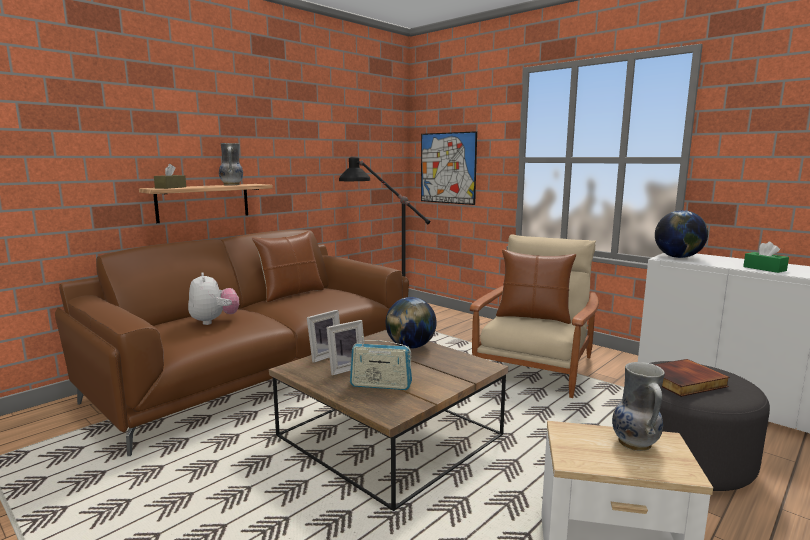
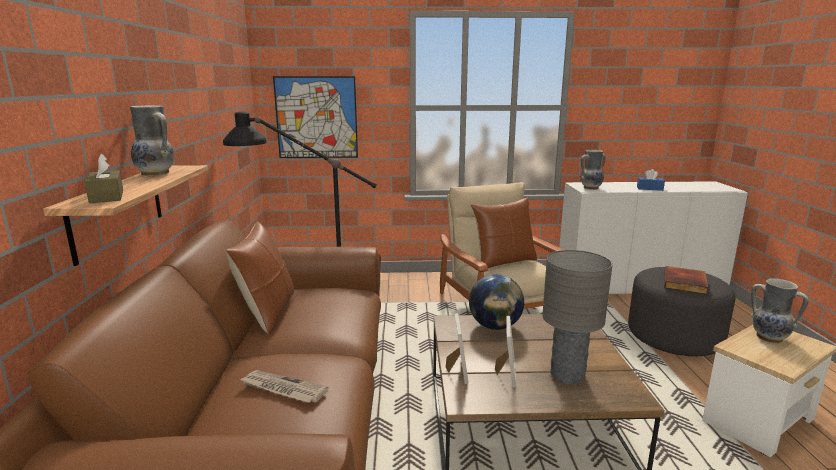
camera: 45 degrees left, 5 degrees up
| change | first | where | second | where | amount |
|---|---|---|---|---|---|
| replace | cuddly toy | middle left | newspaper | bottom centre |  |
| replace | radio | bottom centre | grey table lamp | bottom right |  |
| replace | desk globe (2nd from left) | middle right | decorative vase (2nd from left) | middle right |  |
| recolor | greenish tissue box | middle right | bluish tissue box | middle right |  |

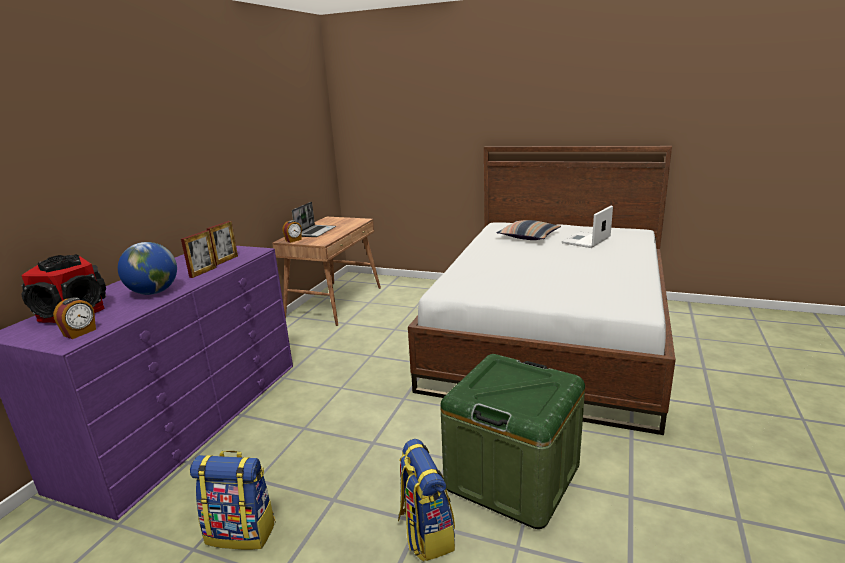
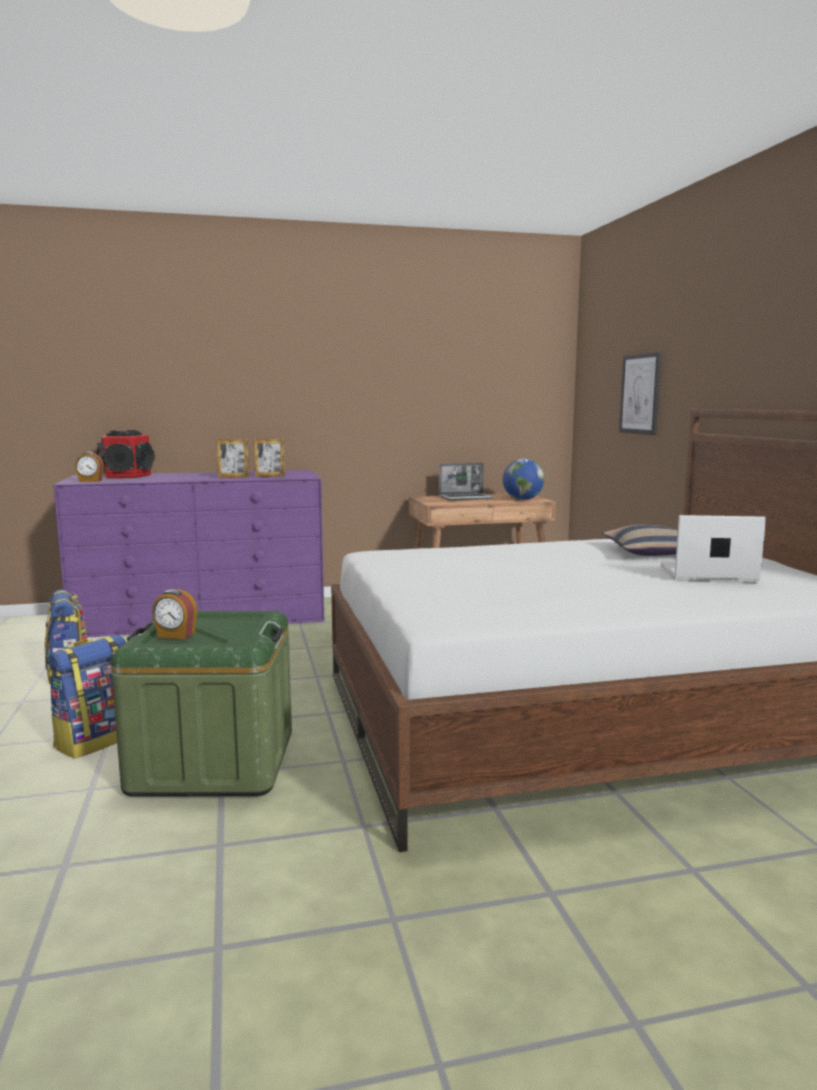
camera: 55 degrees right, 10 degrees down
| change | first | where | second | where | amount |
|---|---|---|---|---|---|
| insert |  |  | wall art | middle right |  |
| move | desk globe | middle left |  | centre |  |
| move | table clock (2nd from left) | centre |  | middle left |  |

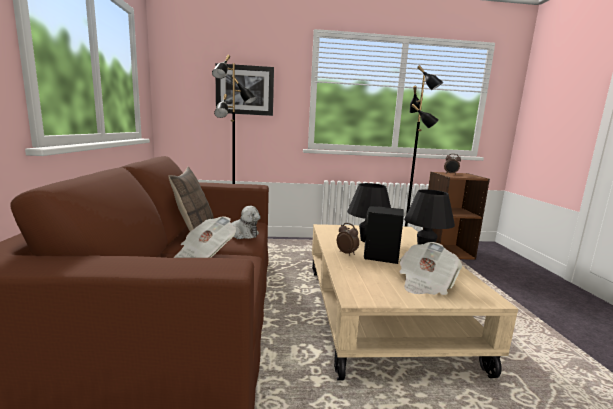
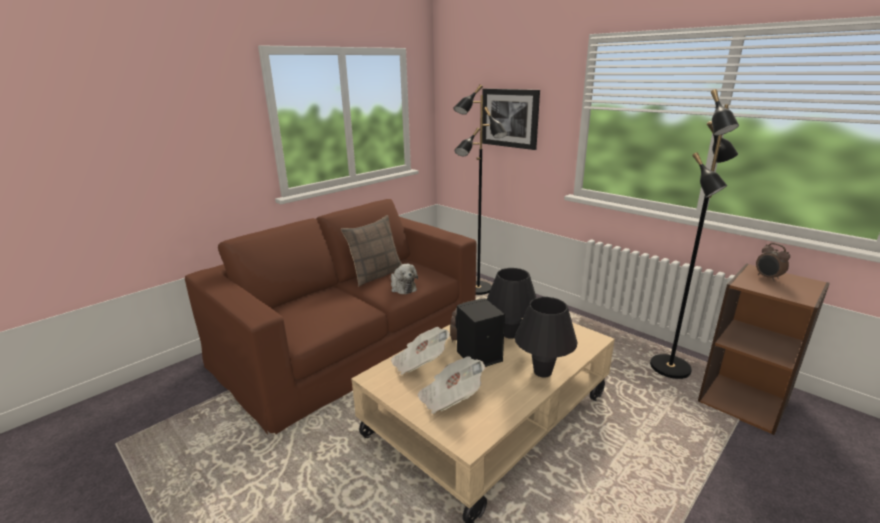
camera: 50 degrees right, 10 degrees up
| change | first | where | second | where | amount |
|---|---|---|---|---|---|
| move | newspaper (1st from left) | centre |  | bottom centre |  |

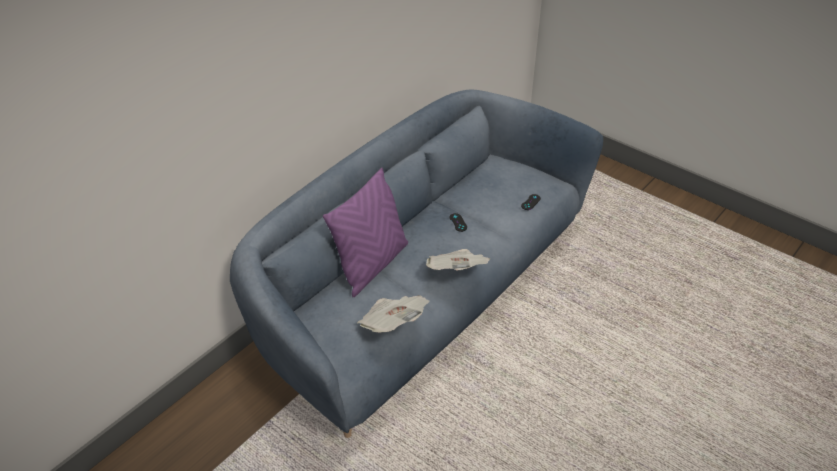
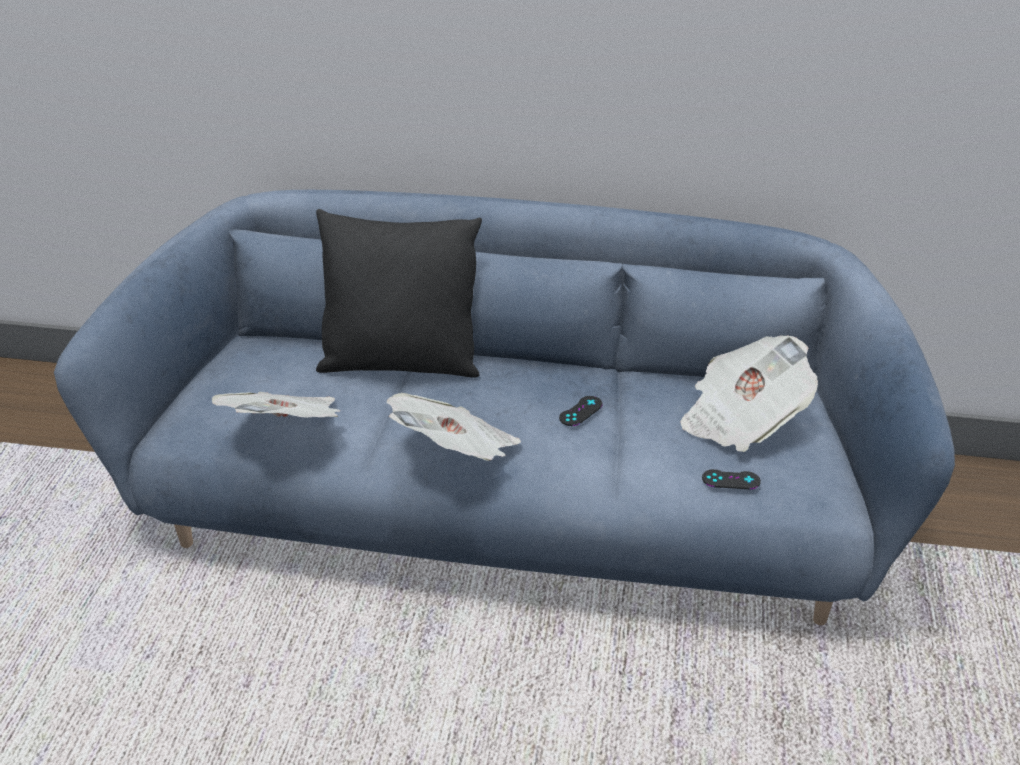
camera: 60 degrees right, 5 degrees down
| change | first | where | second | where | amount |
|---|---|---|---|---|---|
| insert |  |  | newspaper (3rd from left) | middle right |  |
| recolor | purple pillow | centre | black-coloured pillow | centre |  |

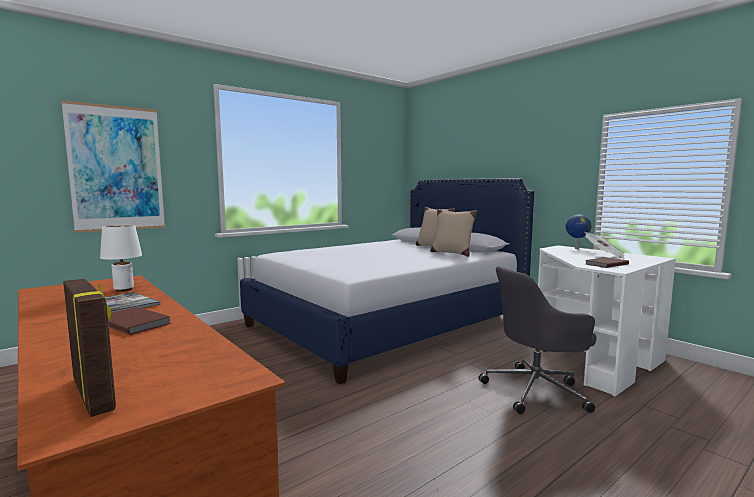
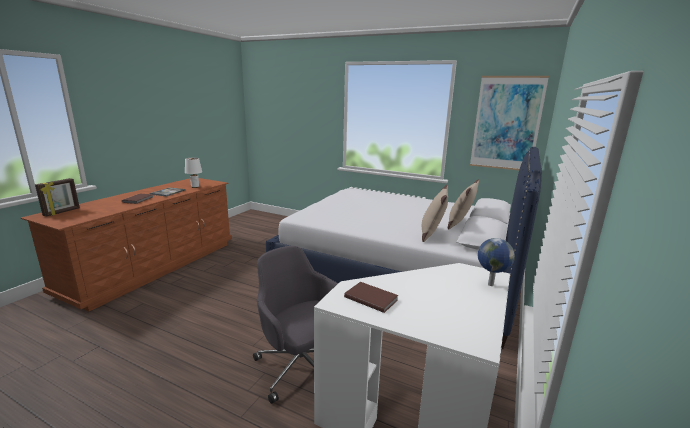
camera: 65 degrees right, 10 degrees up
| change | first | where | second | where | amount |
|---|---|---|---|---|---|
| delete | newspaper | middle right |  |  |  |
| move | wall art | middle left |  | top right |  |

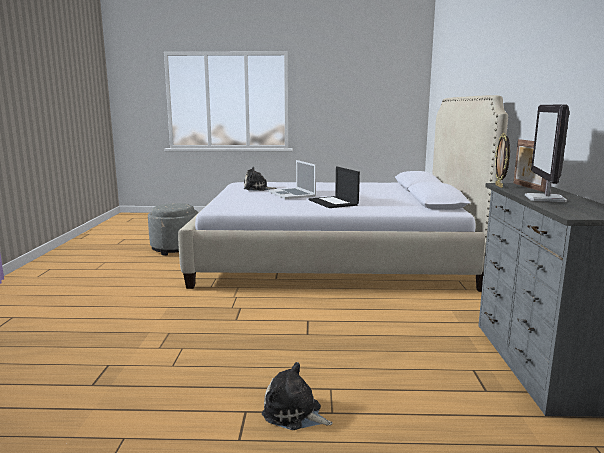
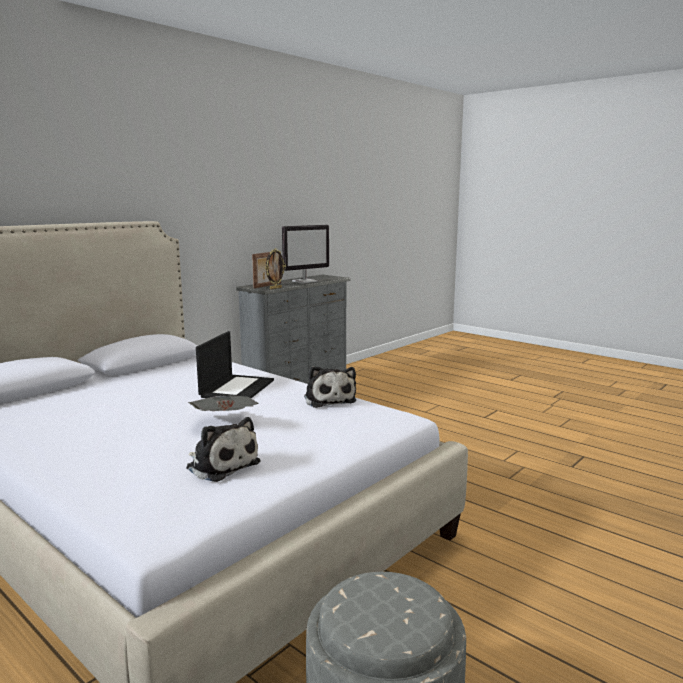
camera: 140 degrees left, 0 degrees up
| change | first | where | second | where | amount |
|---|---|---|---|---|---|
| move | cuddly toy (2nd from left) | bottom centre |  | centre |  |
| replace | notebook computer (1st from left) | centre | newspaper | middle left |  |

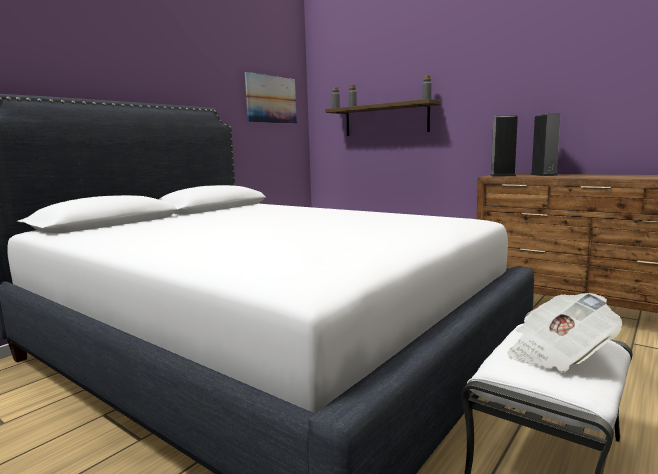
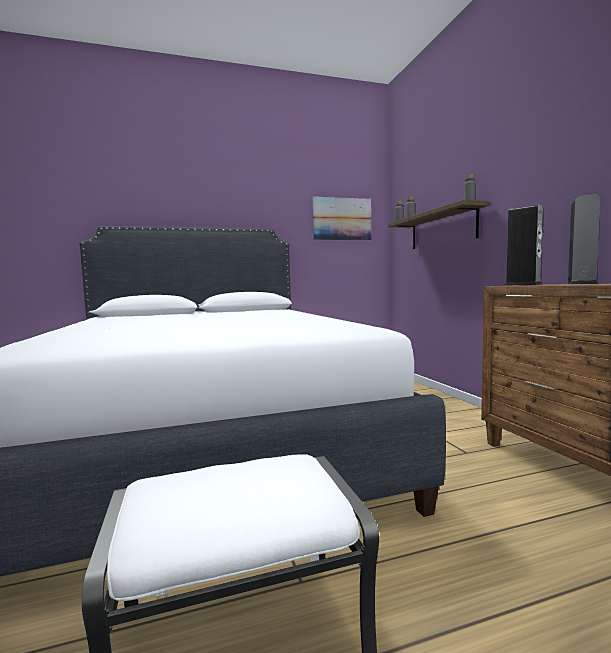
camera: 35 degrees right, 5 degrees down
| change | first | where | second | where | amount |
|---|---|---|---|---|---|
| delete | newspaper | bottom right |  |  |  |

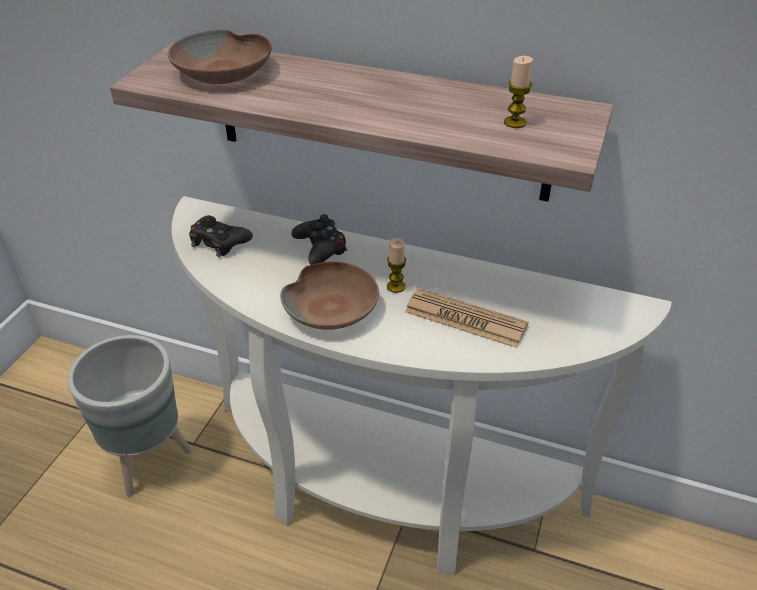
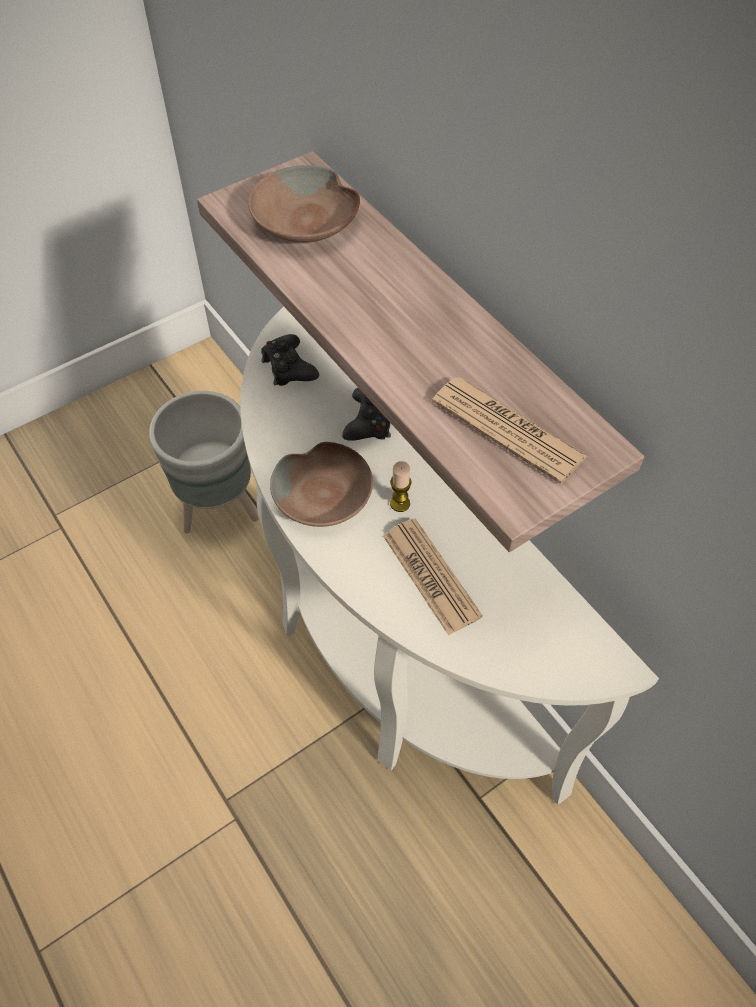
camera: 35 degrees right, 15 degrees up
| change | first | where | second | where | amount |
|---|---|---|---|---|---|
| replace | candle (2nd from left) | top right | newspaper (2nd from left) | middle right |  |

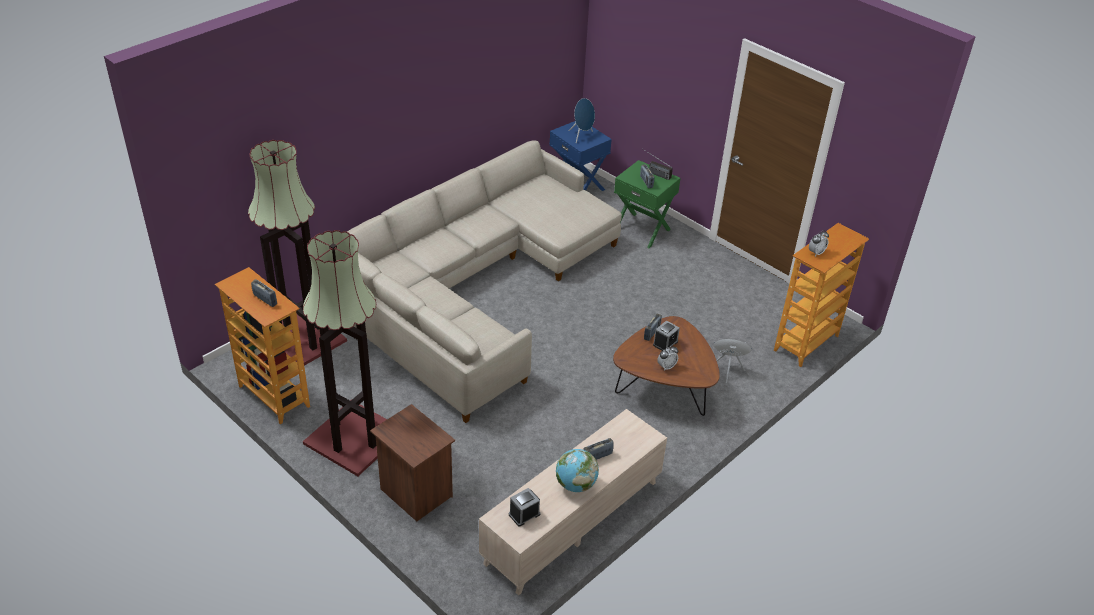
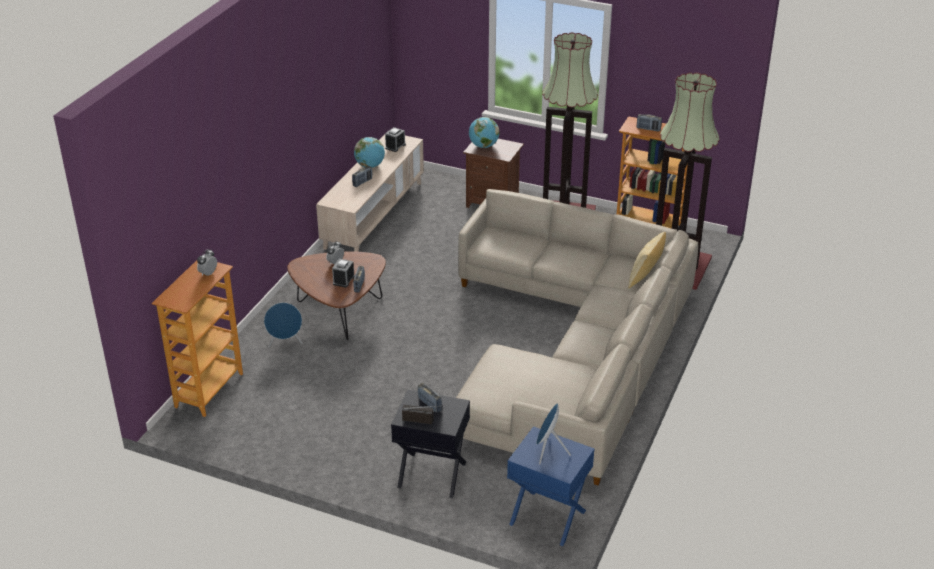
camera: 160 degrees right, 5 degrees down
| change | first | where | second | where | amount |
|---|---|---|---|---|---|
| insert |  |  | desk globe (2nd from left) | top centre |  |
| insert |  |  | pillow | middle right |  |
| recolor | greenish accent table | top centre | black-coloured accent table | bottom centre |  |

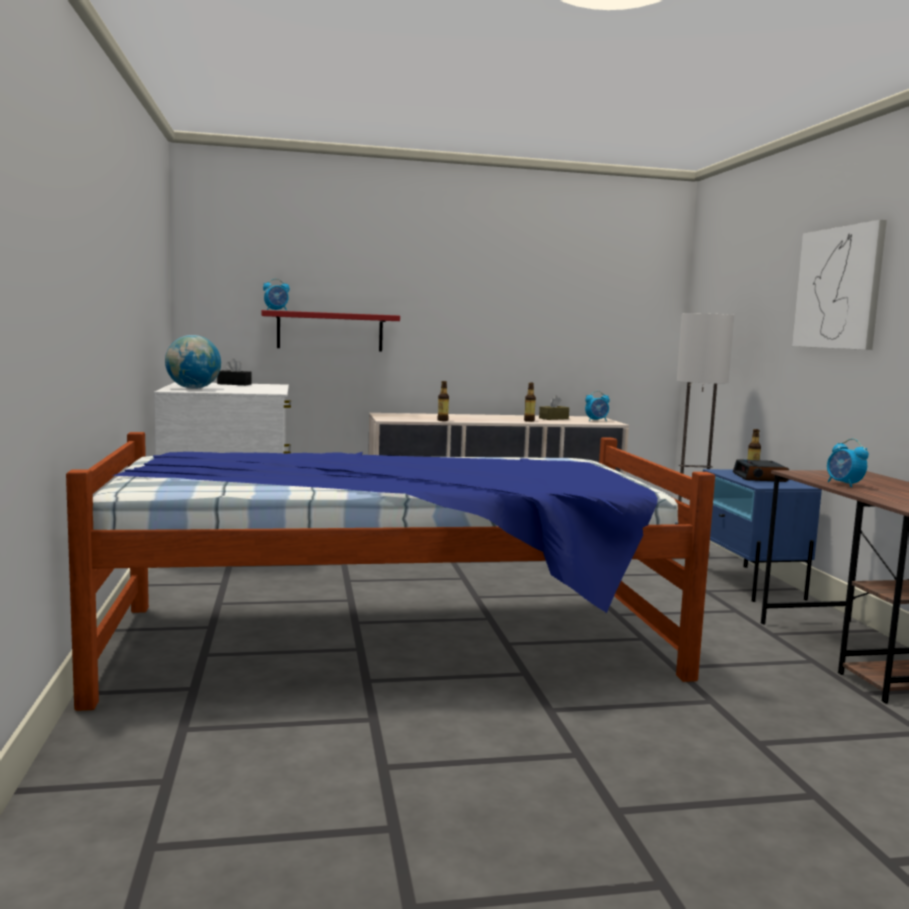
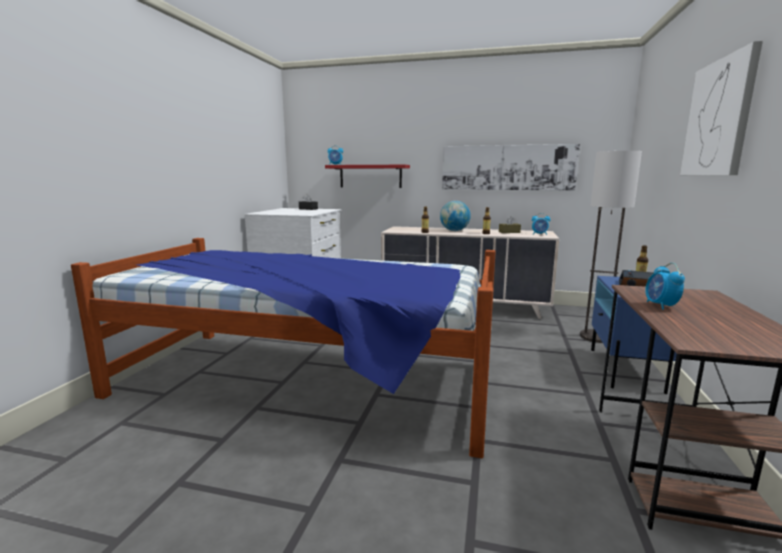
camera: 25 degrees right, 5 degrees up
| change | first | where | second | where | amount |
|---|---|---|---|---|---|
| insert |  |  | wall art (1st from left) | top centre |  |
| move | desk globe | middle left |  | centre |  |

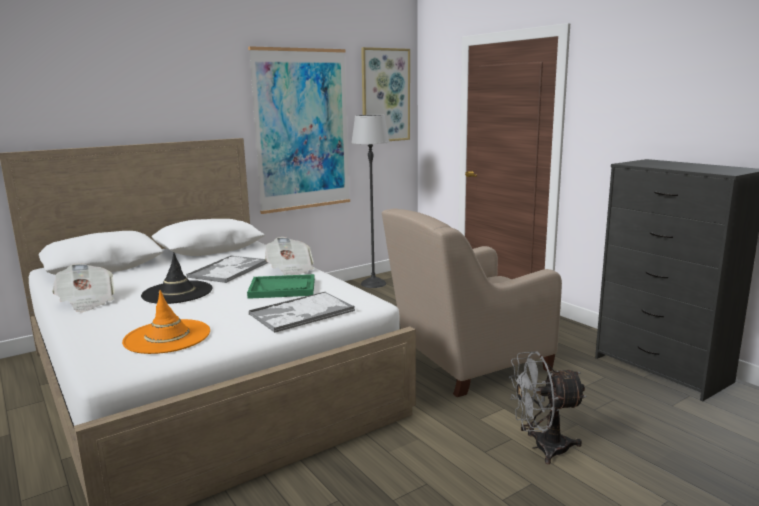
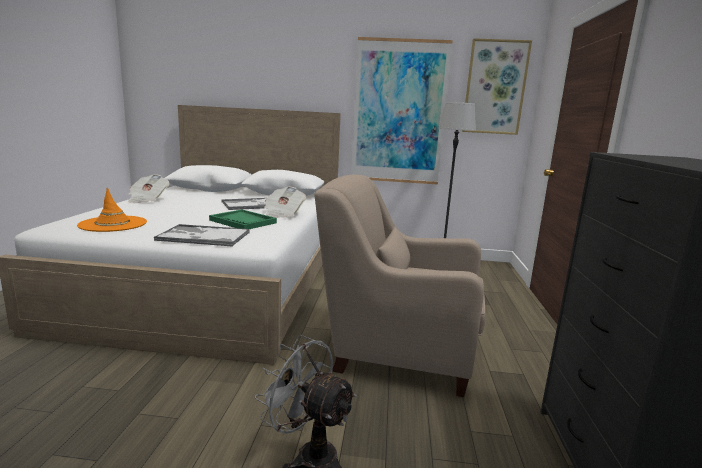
camera: 40 degrees right, 0 degrees up
| change | first | where | second | where | amount |
|---|---|---|---|---|---|
| delete | black-coloured hat | middle left |  |  |  |

